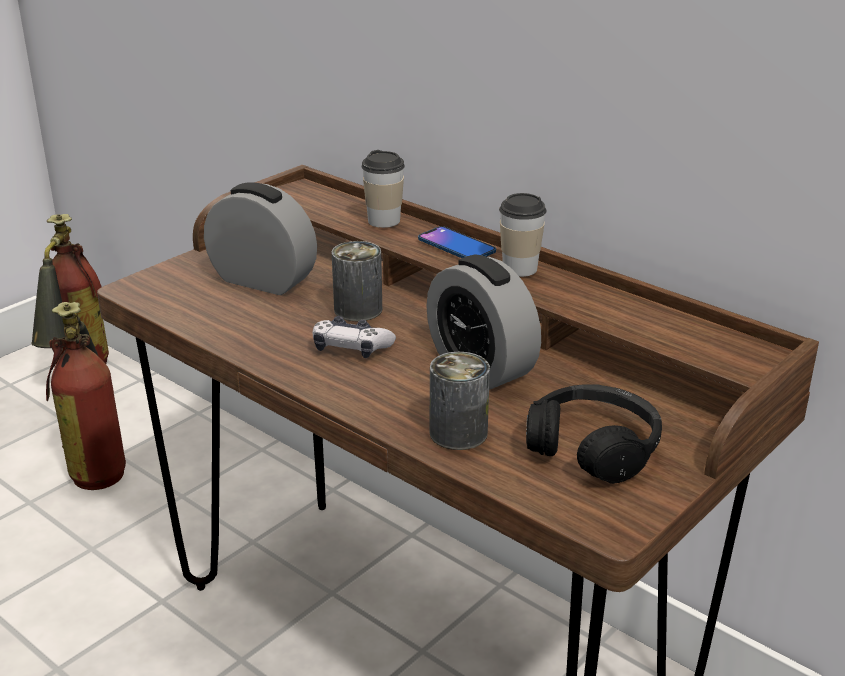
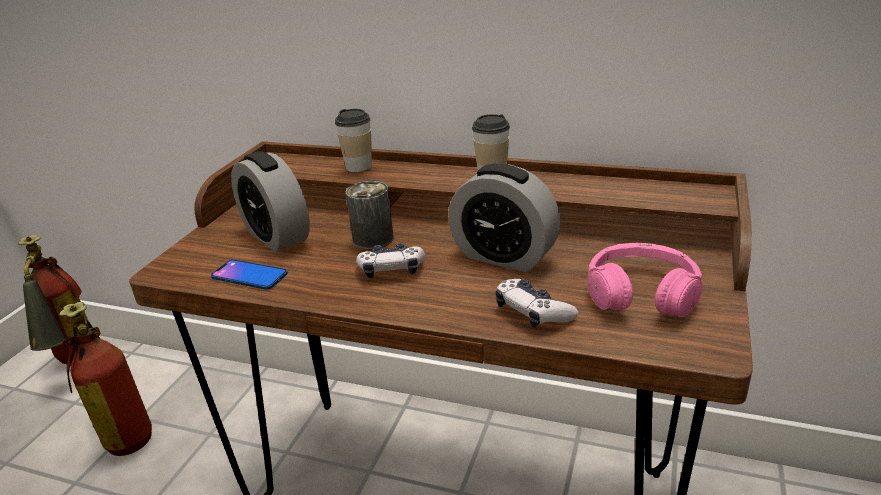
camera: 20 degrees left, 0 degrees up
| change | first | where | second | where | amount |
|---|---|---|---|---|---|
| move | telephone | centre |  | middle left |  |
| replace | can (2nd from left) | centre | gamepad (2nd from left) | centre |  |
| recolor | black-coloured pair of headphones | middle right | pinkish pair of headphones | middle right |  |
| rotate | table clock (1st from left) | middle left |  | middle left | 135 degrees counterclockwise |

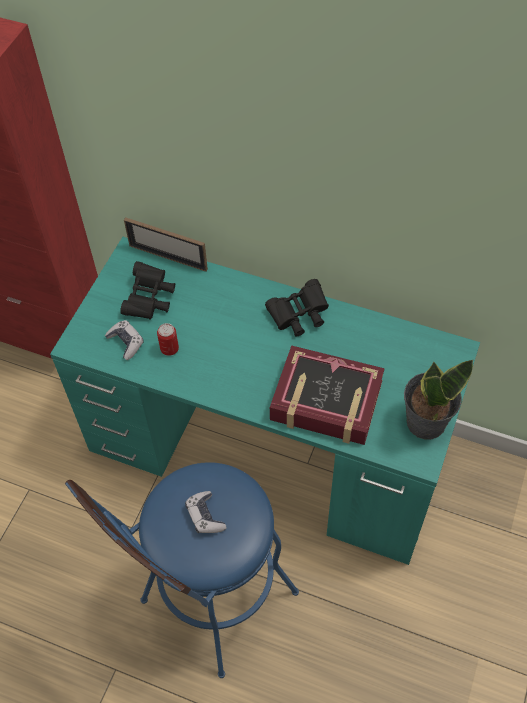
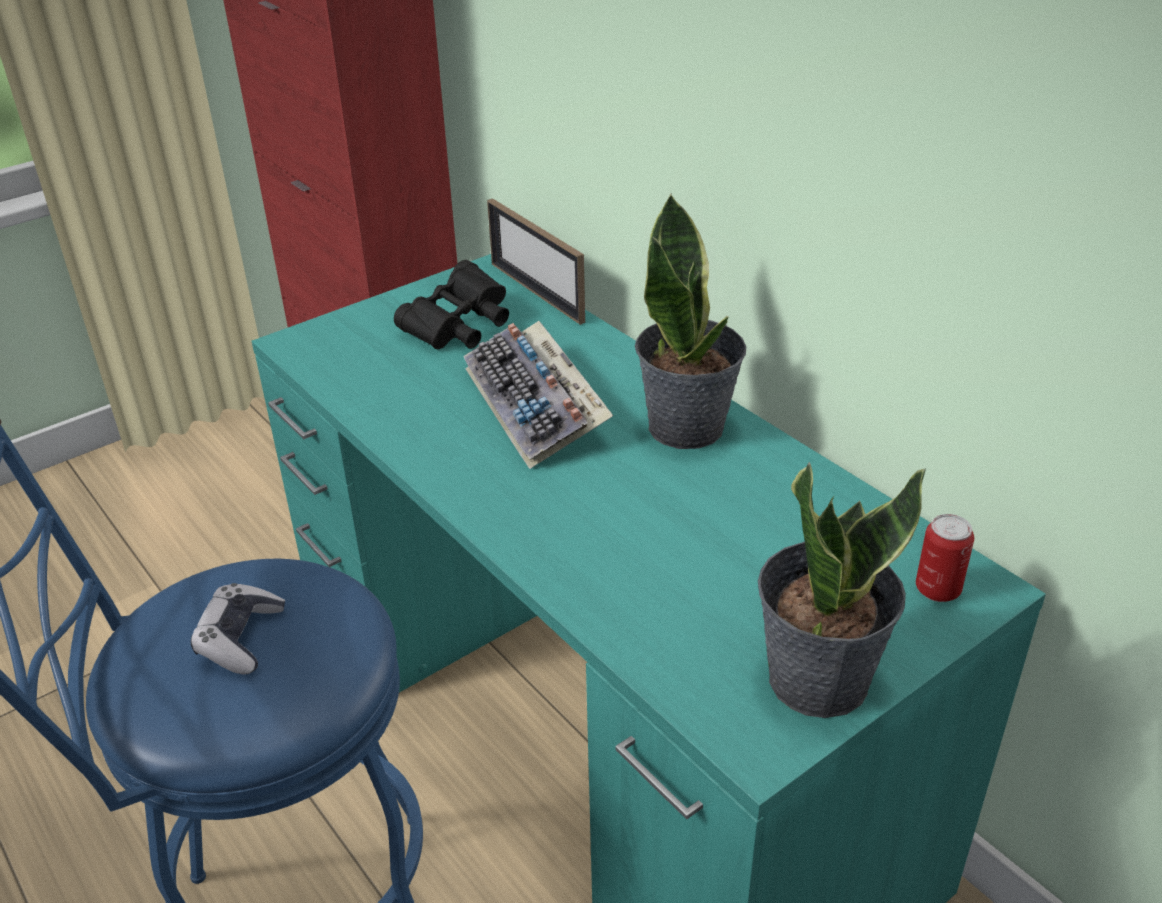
camera: 30 degrees right, 20 degrees down
| change | first | where | second | where | amount |
|---|---|---|---|---|---|
| delete | gamepad (1st from left) | middle left |  |  |  |
| delete | bound book | centre |  |  |  |
| insert |  |  | keyboard | centre |  |
| move | can | middle left |  | middle right |  |
| replace | black-coloured pair of binoculars (2nd from left) | centre | houseplant (1st from left) | centre |  |

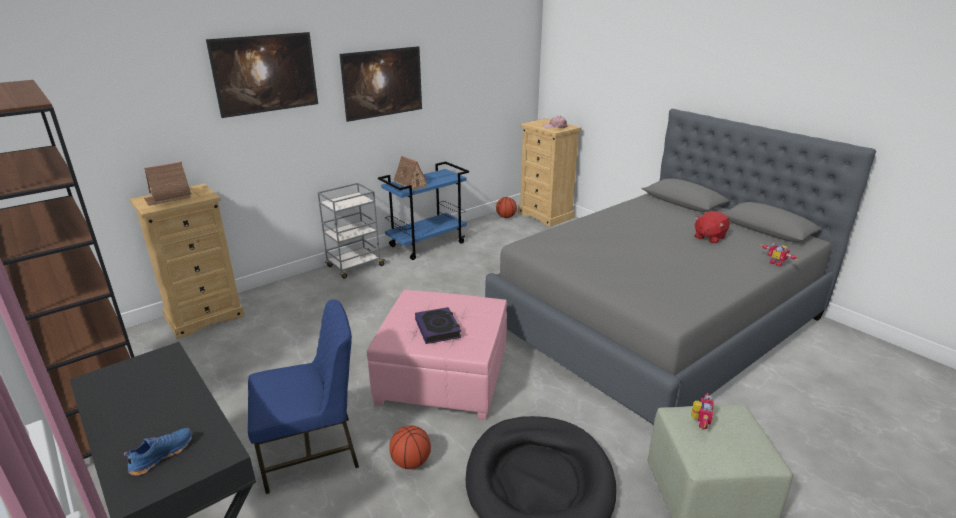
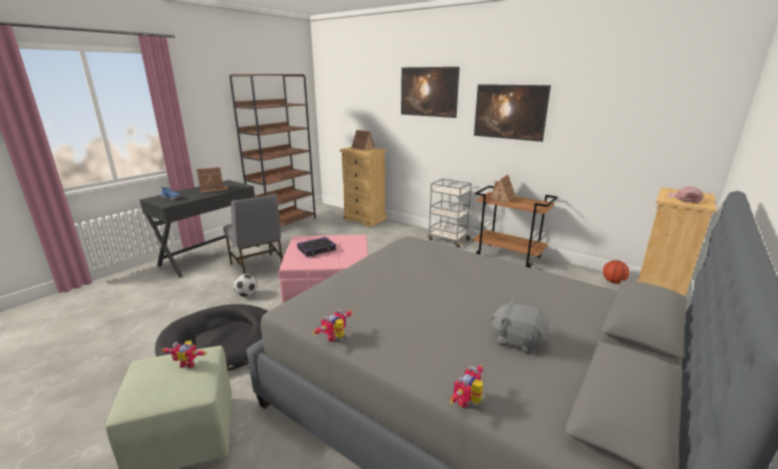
camera: 75 degrees right, 5 degrees down
| change | first | where | second | where | amount |
|---|---|---|---|---|---|
| insert |  |  | model house (1st from left) | middle left |  |
| insert |  |  | model robot (2nd from left) | bottom centre |  |
| replace | basketball ball (1st from left) | bottom centre | ball for football | middle left |  |
| recolor | bluish plain chair | bottom left | grey plain chair | middle left |  |
| recolor | bluish cart | centre | brown-coloured cart | centre |  |
| recolor | reddish cuddly toy | middle right | grey cuddly toy | bottom right |  |

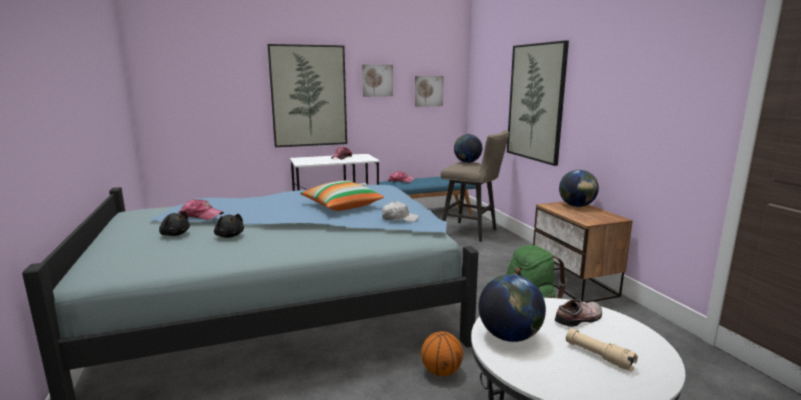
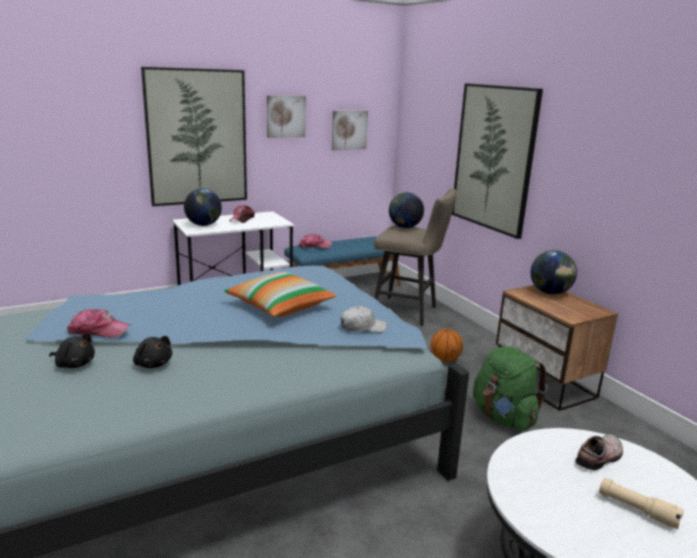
camera: 10 degrees left, 5 degrees up
| change | first | where | second | where | amount |
|---|---|---|---|---|---|
| move | basketball ball | bottom centre |  | centre |  |
| move | desk globe (2nd from left in the first image) | bottom centre | desk globe (1st from left) | middle left |  |

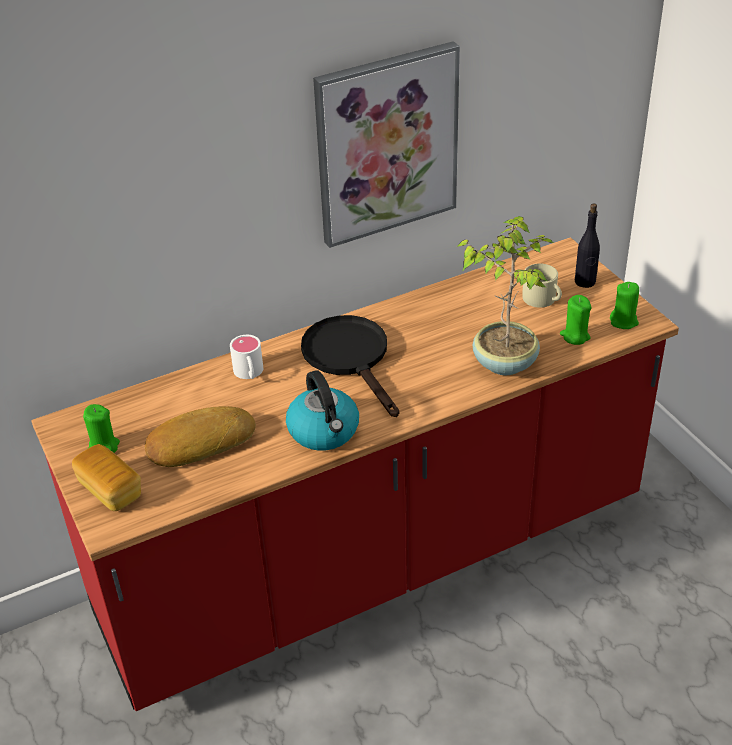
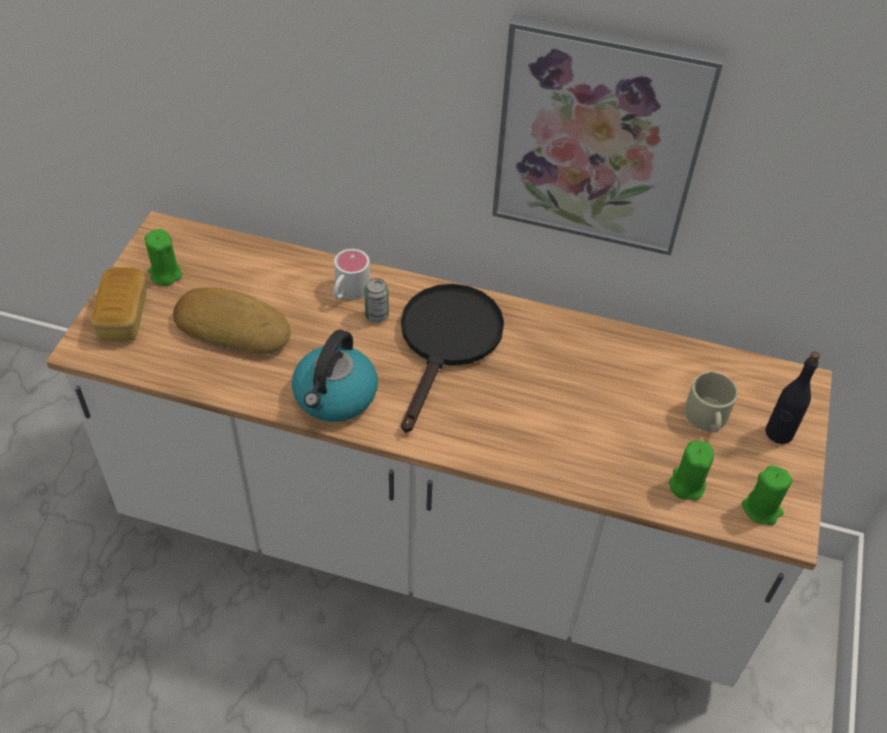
camera: 40 degrees right, 10 degrees up
| change | first | where | second | where | amount |
|---|---|---|---|---|---|
| delete | houseplant | middle right |  |  |  |
| insert |  |  | can | centre |  |
| recolor | reddish kitchen counter | centre | whitish kitchen counter | centre |  |

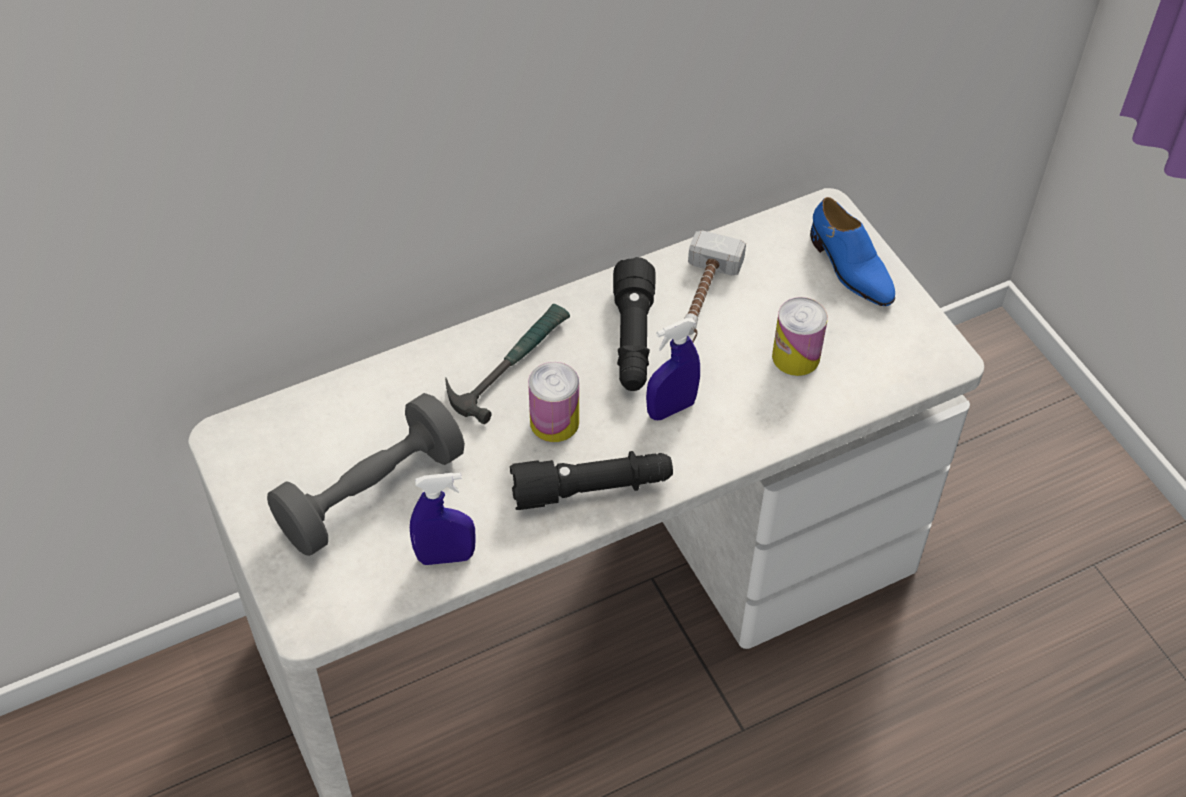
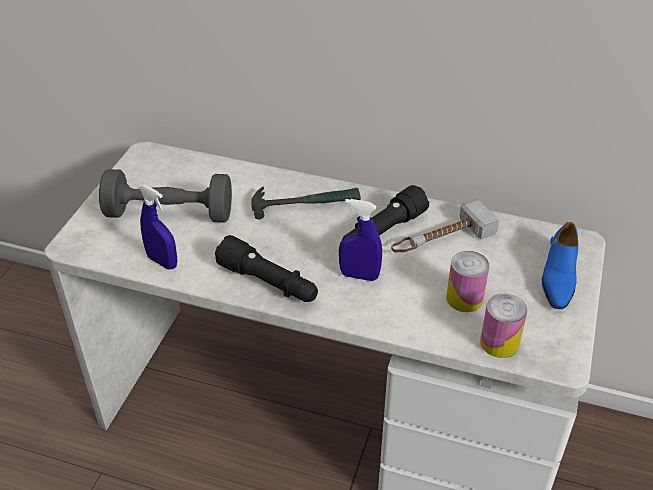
camera: 45 degrees right, 10 degrees down
| change | first | where | second | where | amount |
|---|---|---|---|---|---|
| move | can (1st from left in the first image) | centre | can (2nd from left) | middle right |  |

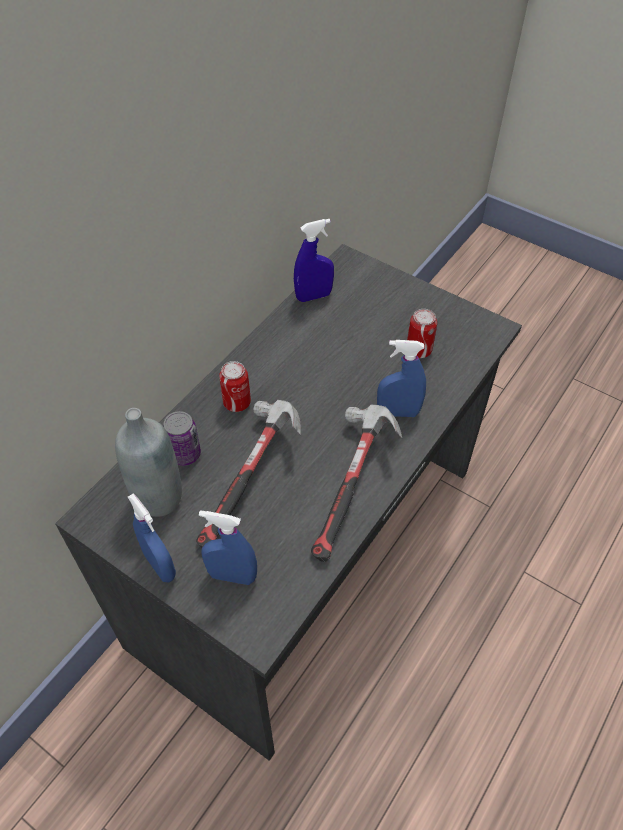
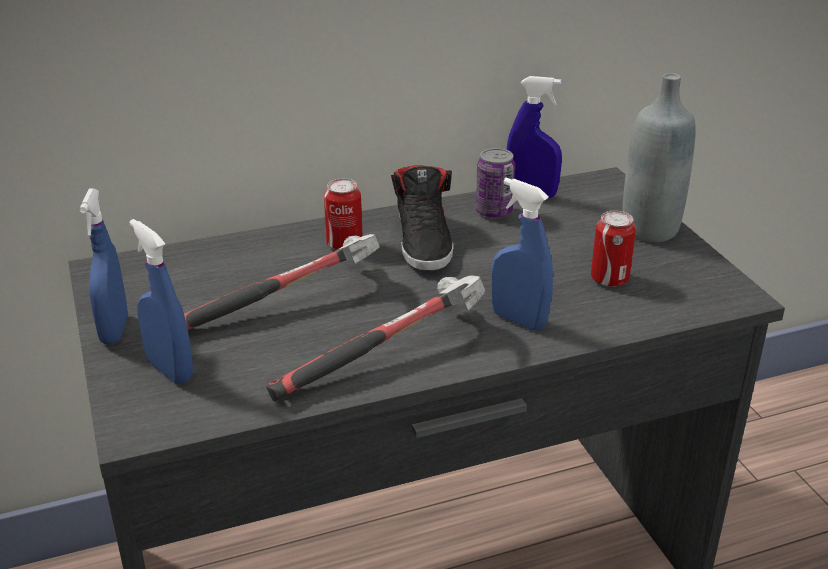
camera: 35 degrees right, 20 degrees down
| change | first | where | second | where | amount |
|---|---|---|---|---|---|
| insert |  |  | black-coloured shoe | centre |  |
| move | grey beverage bottle | middle left |  | top right |  |
| move | can (1st from left in the first image) | middle left | can (2nd from left) | top centre |  |

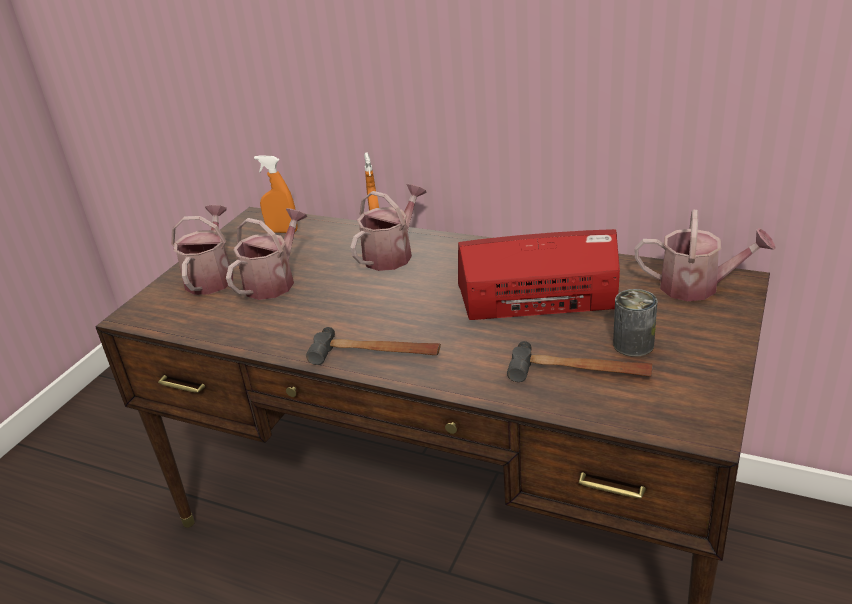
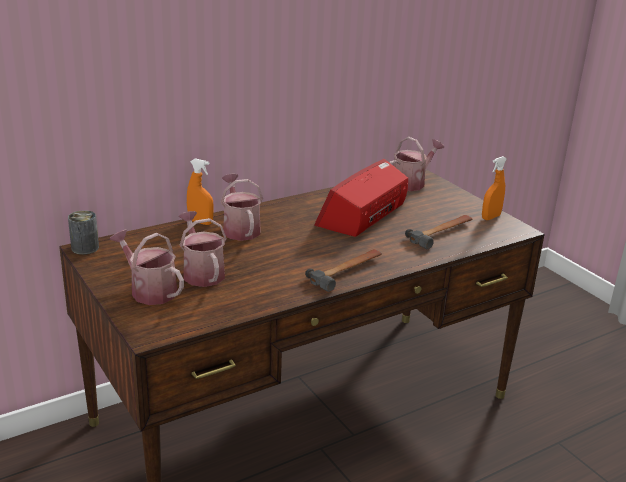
camera: 60 degrees left, 5 degrees down
| change | first | where | second | where | amount |
|---|---|---|---|---|---|
| move | orange-coloured spray bottle (1st from left in the first image) | top left | orange-coloured spray bottle (2nd from left) | middle right |  |
| move | can | middle right |  | middle left |  |

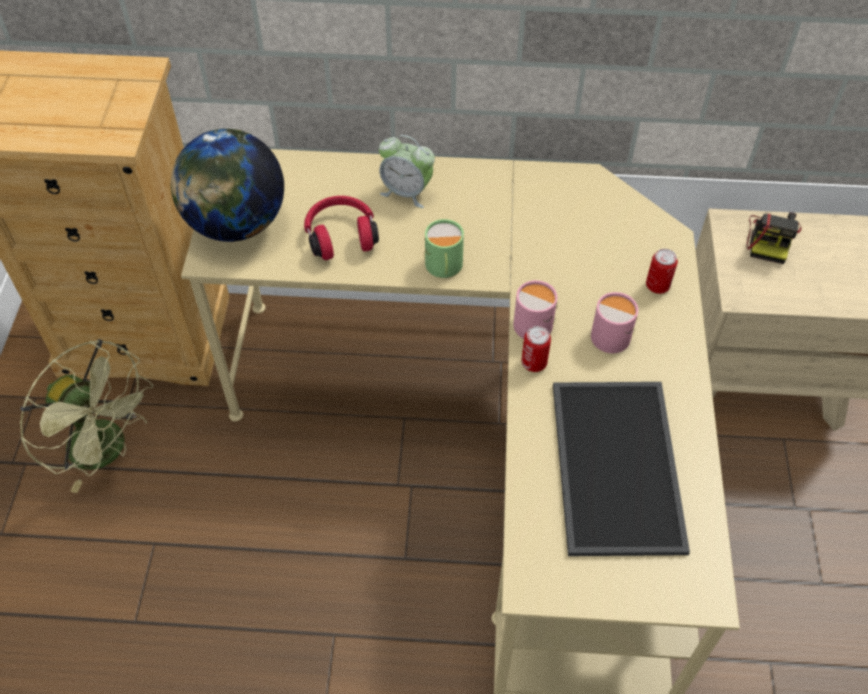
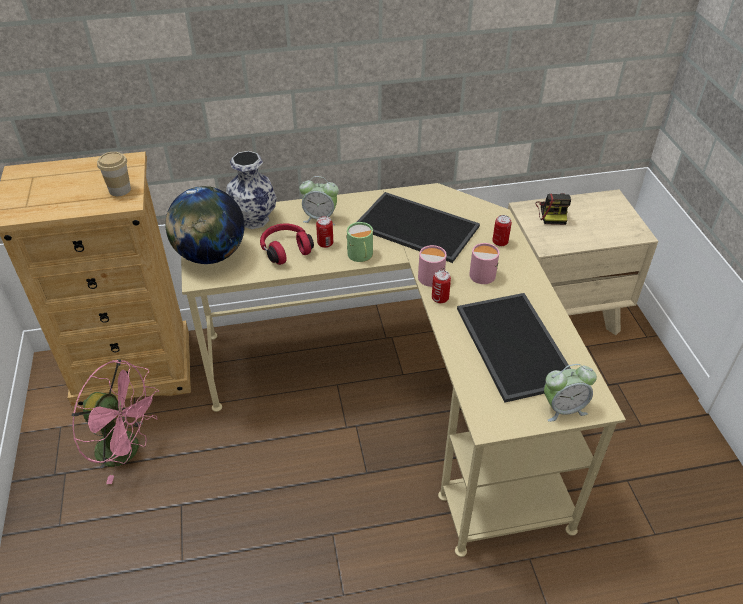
camera: 15 degrees left, 10 degrees down
| change | first | where | second | where | amount |
|---|---|---|---|---|---|
| insert |  |  | small cup | top left |  |
| insert |  |  | decorative vase | top centre |  |
| insert |  |  | can (1st from left) | centre |  |
| insert |  |  | carrying tray (1st from left) | centre |  |
| insert |  |  | table clock (2nd from left) | middle right |  |
| recolor | greenish cooling fan | middle left | pinkish cooling fan | bottom left |  |

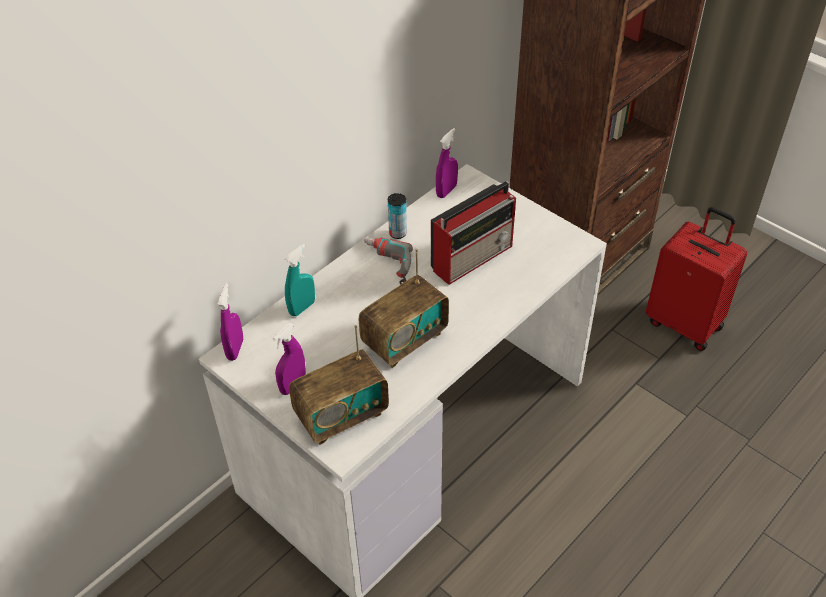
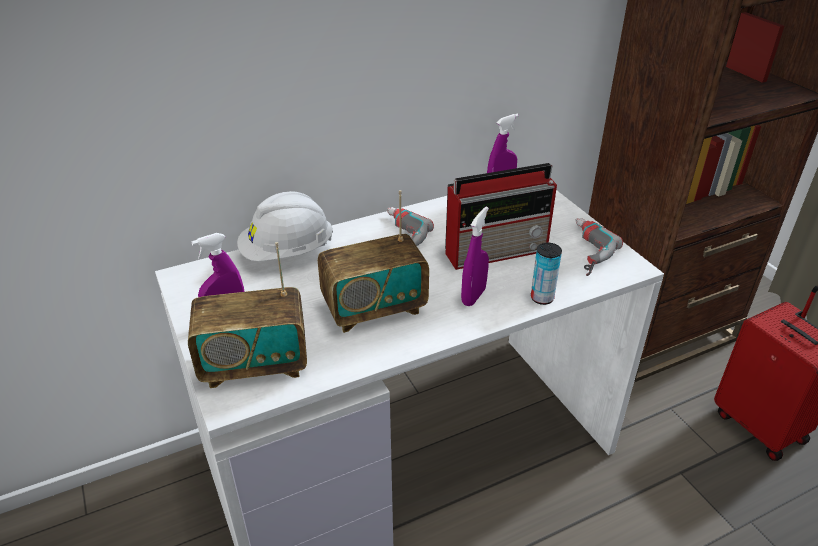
camera: 20 degrees right, 10 degrees down
| change | first | where | second | where | amount |
|---|---|---|---|---|---|
| insert |  |  | electric drill (2nd from left) | middle right |  |
| move | purple spray bottle (1st from left in the first image) | middle left | purple spray bottle (2nd from left) | centre |  |
| move | can | centre |  | middle right |  |
| replace | turquoise-coloured spray bottle | centre | whitish safety helmet | centre |  |

